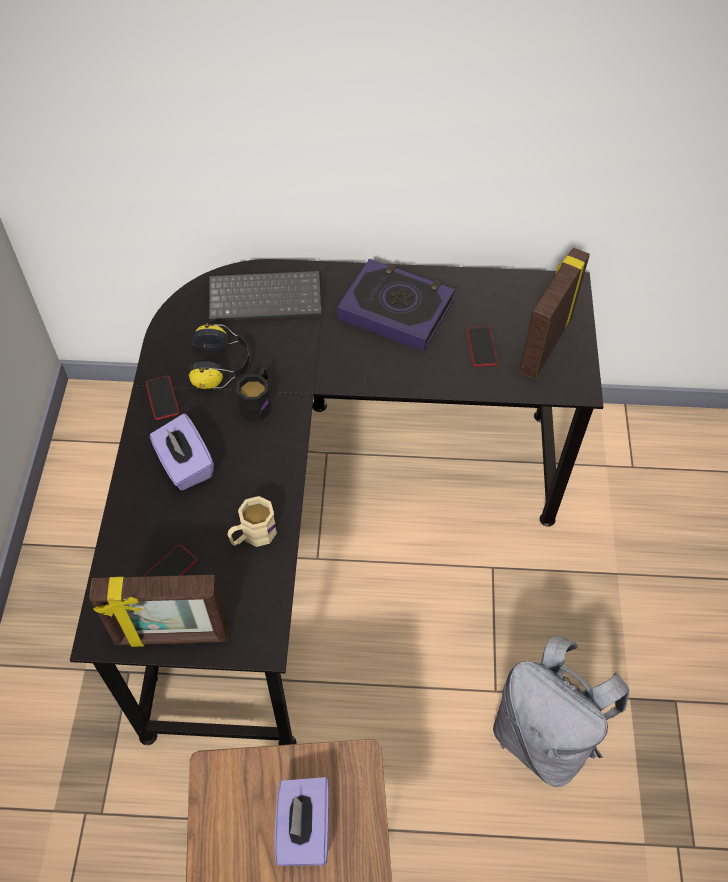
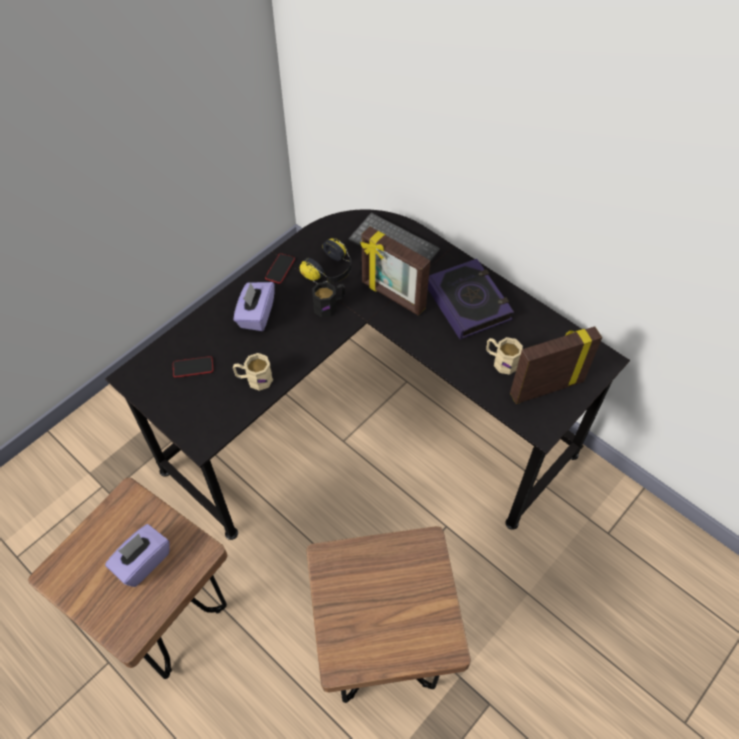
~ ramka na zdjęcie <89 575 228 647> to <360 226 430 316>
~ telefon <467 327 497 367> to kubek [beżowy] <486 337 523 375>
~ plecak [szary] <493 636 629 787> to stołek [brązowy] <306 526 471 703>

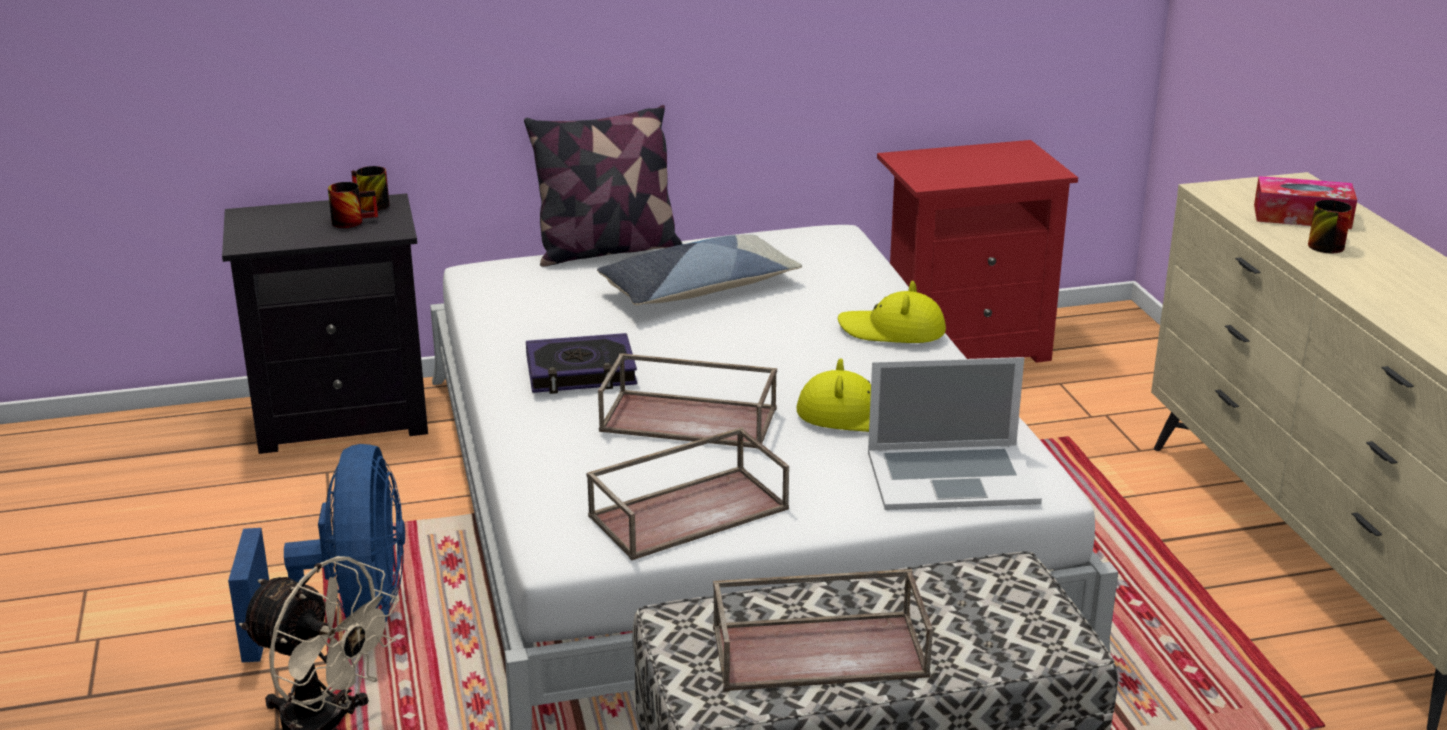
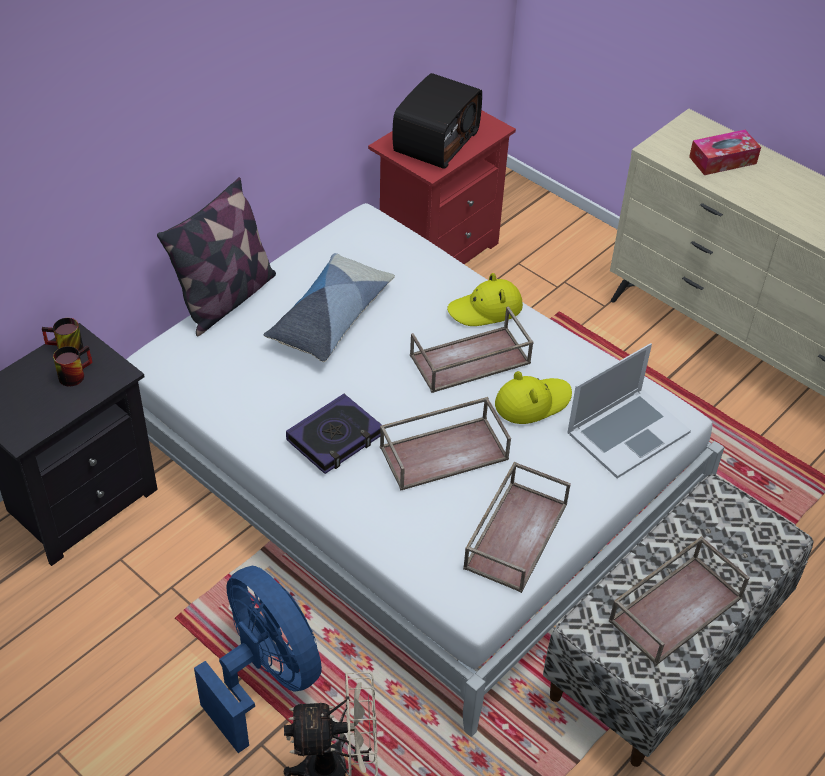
- kubek <1308 200 1352 253>
+ radio <392 73 482 169>
+ taca [brązowy] <410 306 534 393>

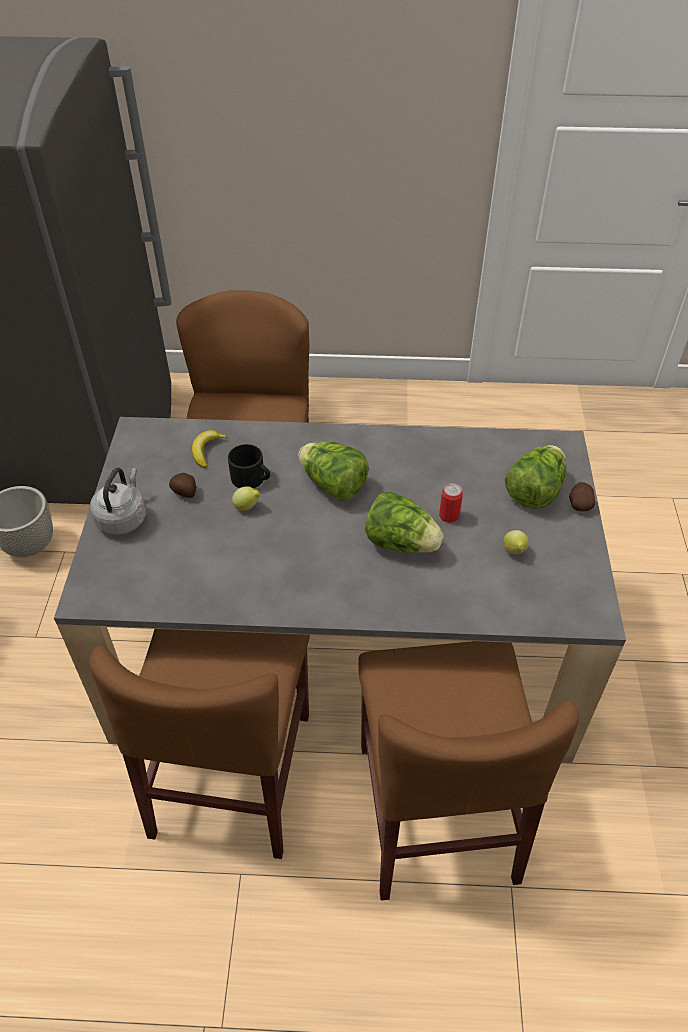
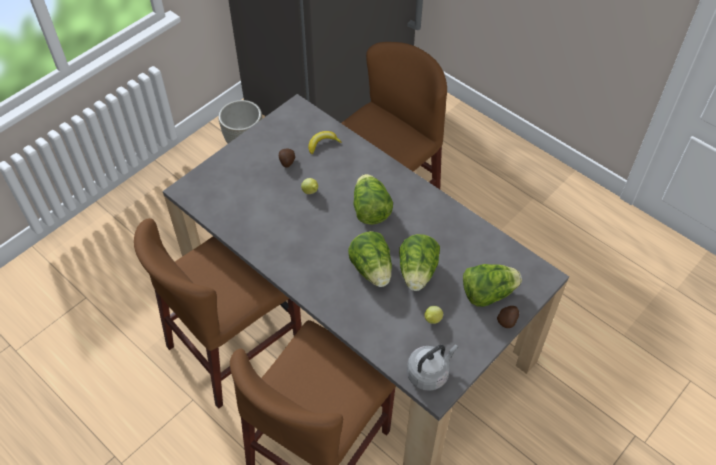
- kubek [czarny] <228 444 270 489>
~ czajnik [szary] <90 468 146 535> to <407 345 458 391>
~ puszka <439 483 463 523> to sałata <399 234 440 291>

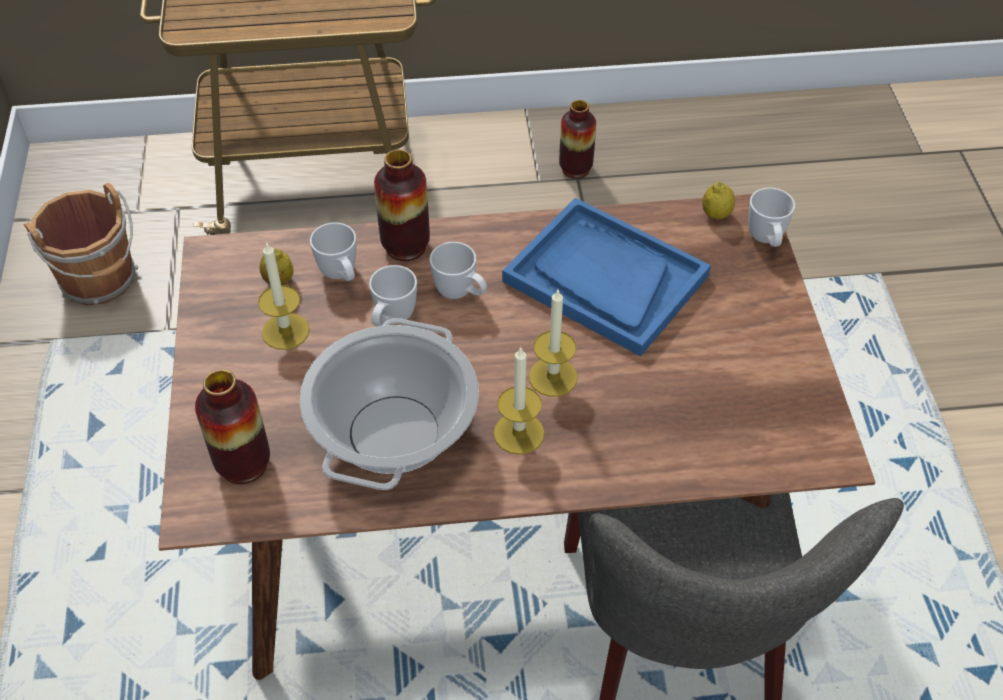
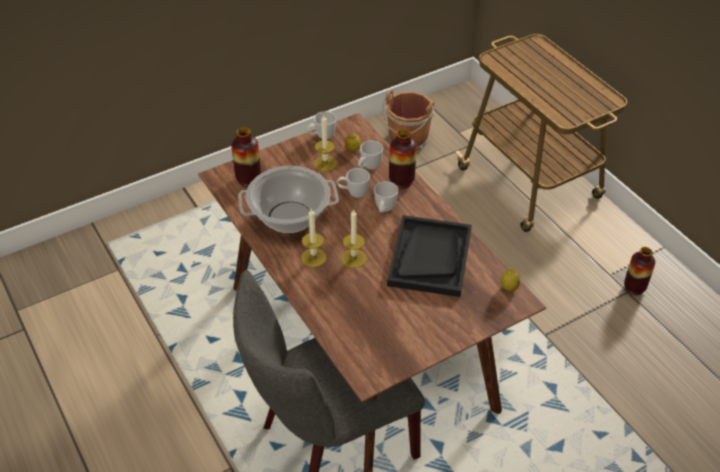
~ kubek [biały] <748 188 795 247> to <307 111 336 139>
~ taca [niebieski] <502 198 711 357> to taca [czarny] <387 215 472 297>

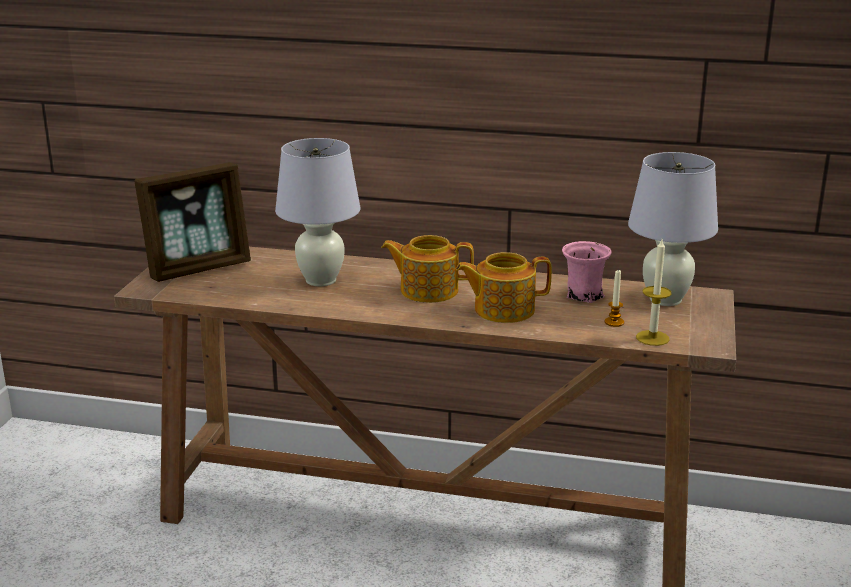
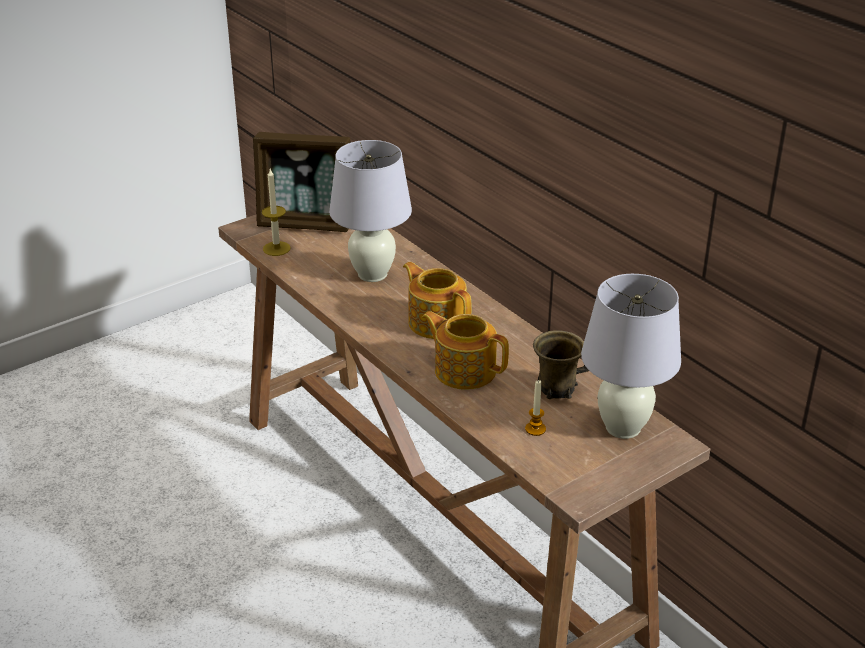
~ świeca <636 239 672 346> to <262 169 291 256>
~ kubek [różowy] <562 241 612 303> to kubek [brązowy] <533 330 589 399>

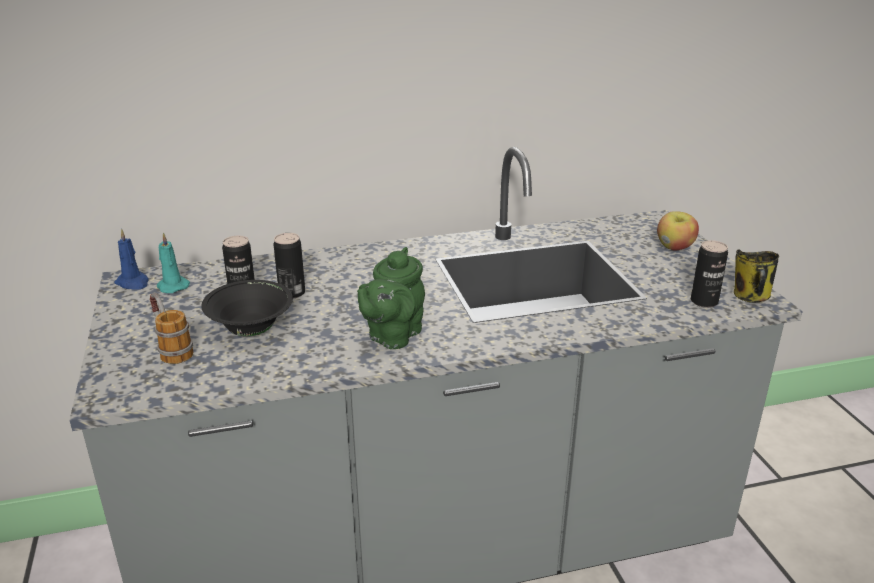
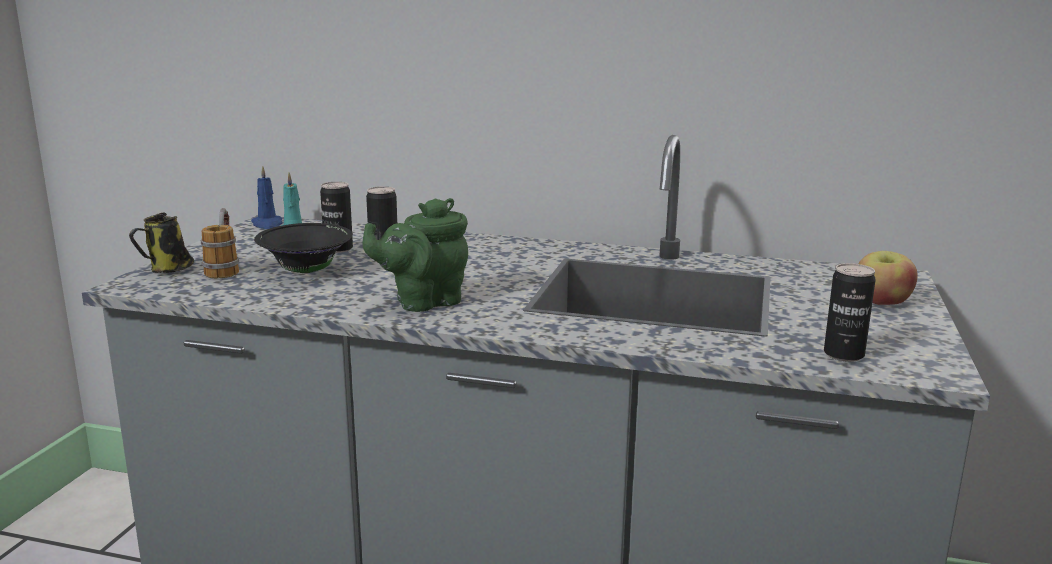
~ kubek <734 249 779 303> to <129 212 194 273>

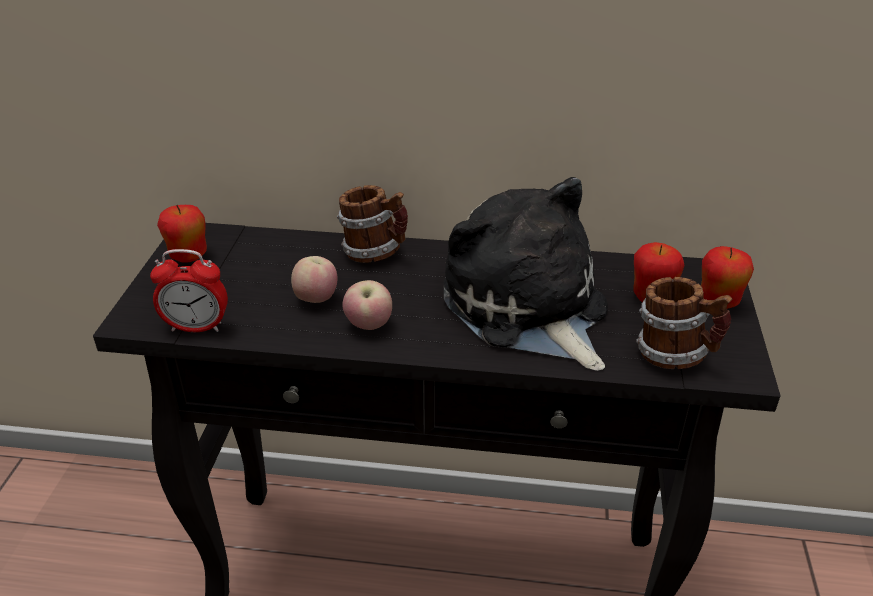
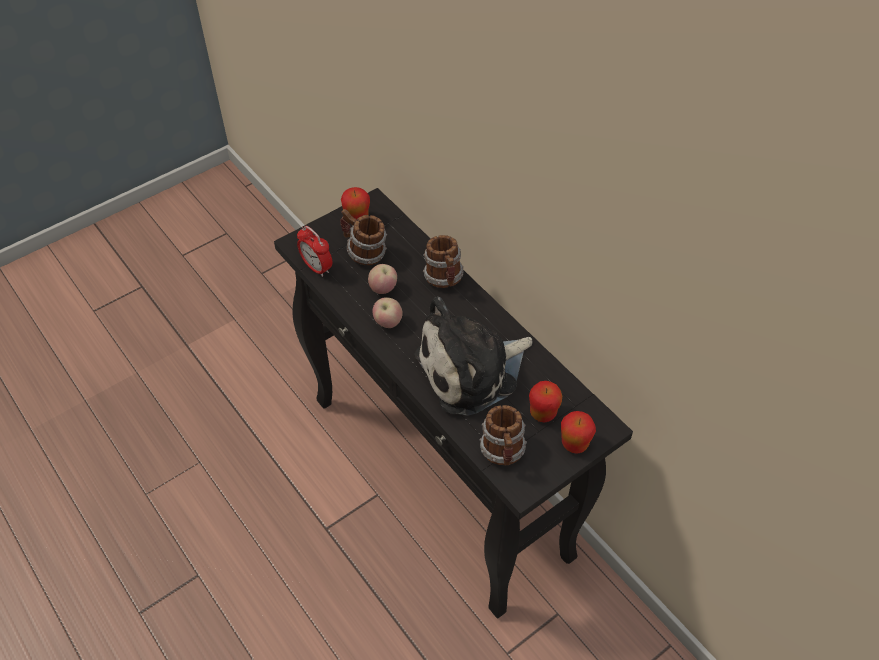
+ kubek <340 209 387 265>
~ pluszak <444 177 608 371> = <414 297 532 416> 135 degrees counterclockwise

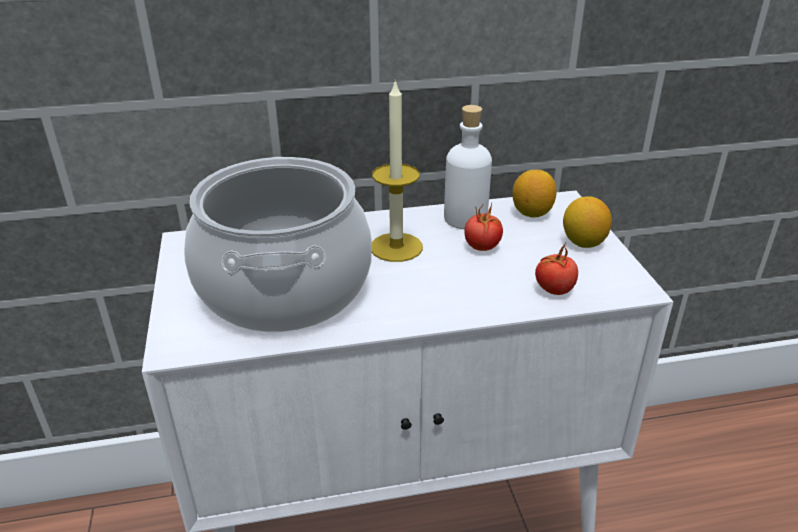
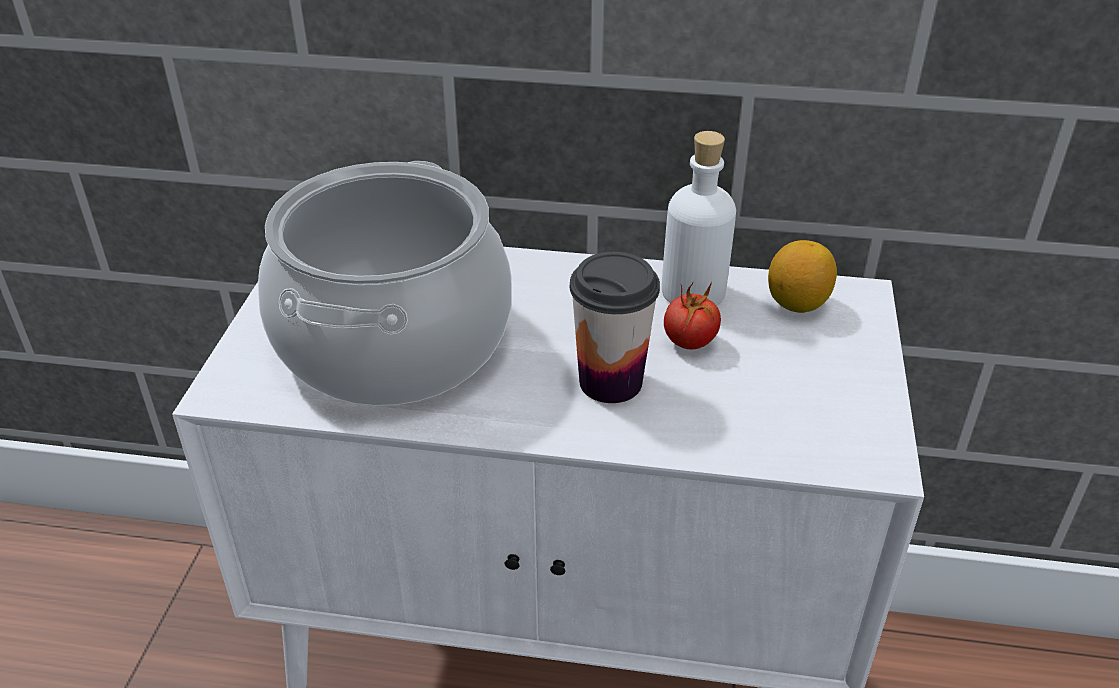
- świeca <372 80 423 262>
- pomidor <535 242 578 295>
- cytryna <563 196 612 248>
+ filiżanka <570 252 660 403>

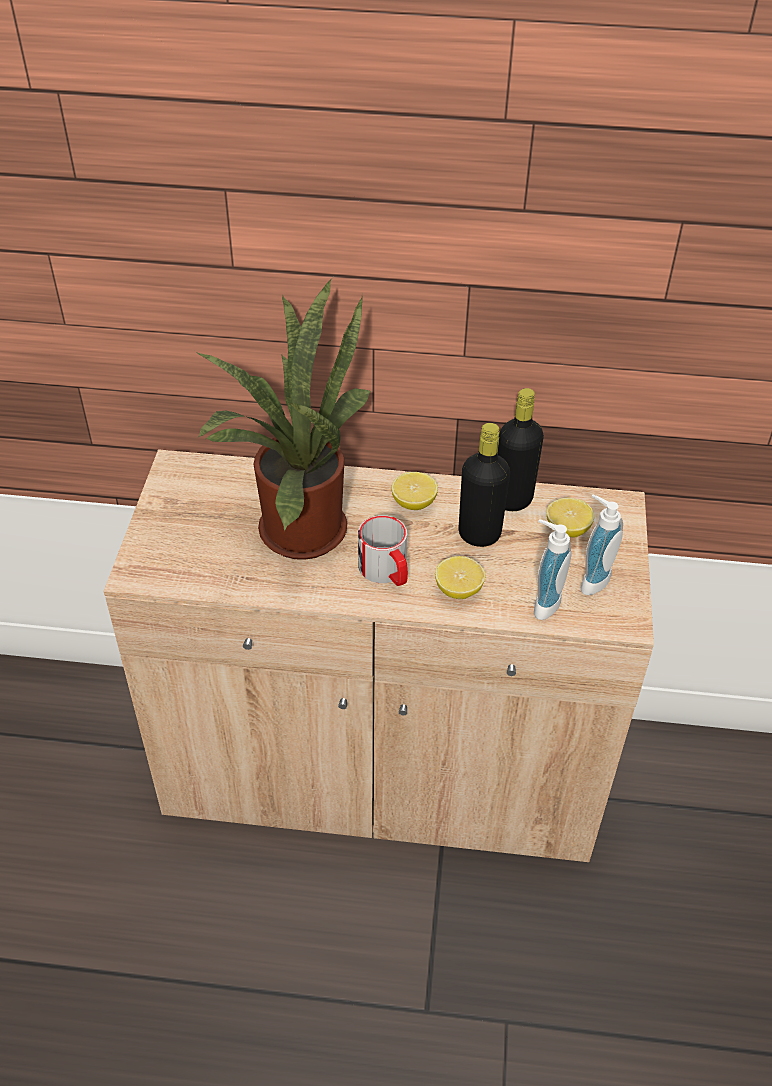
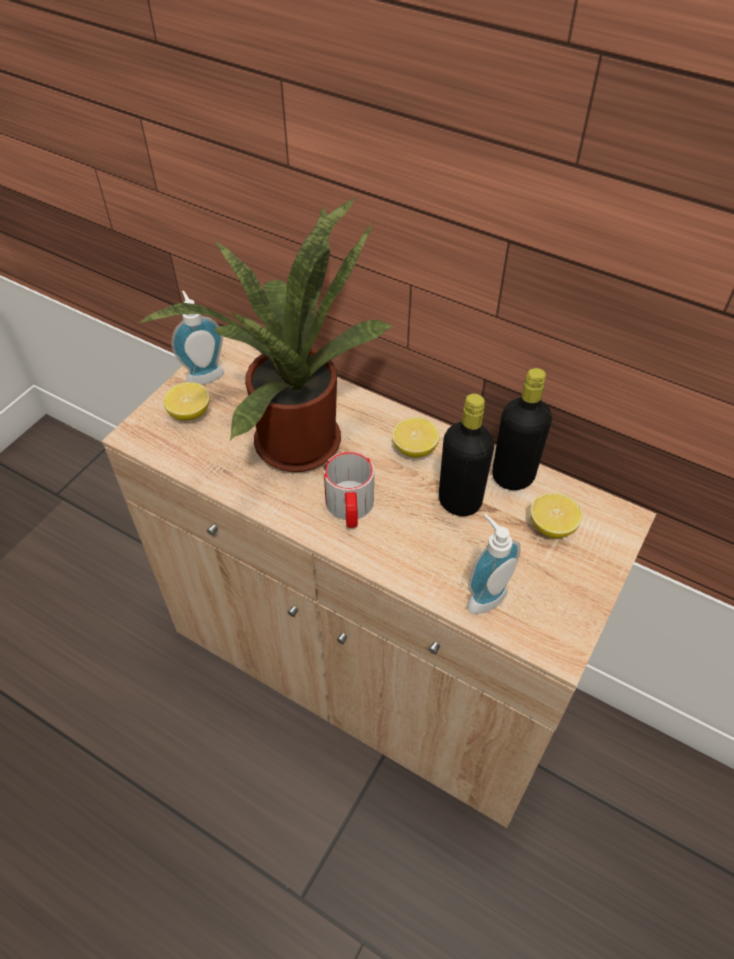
~ cytryna <435 556 485 599> to <163 382 210 421>
~ dozownik mydła <580 495 623 595> to <171 291 224 385>

